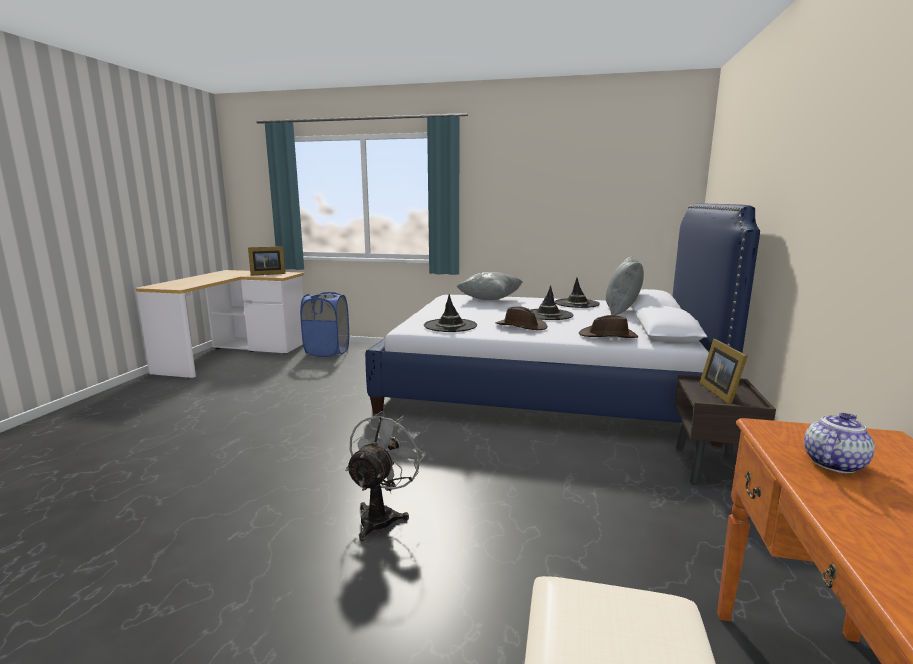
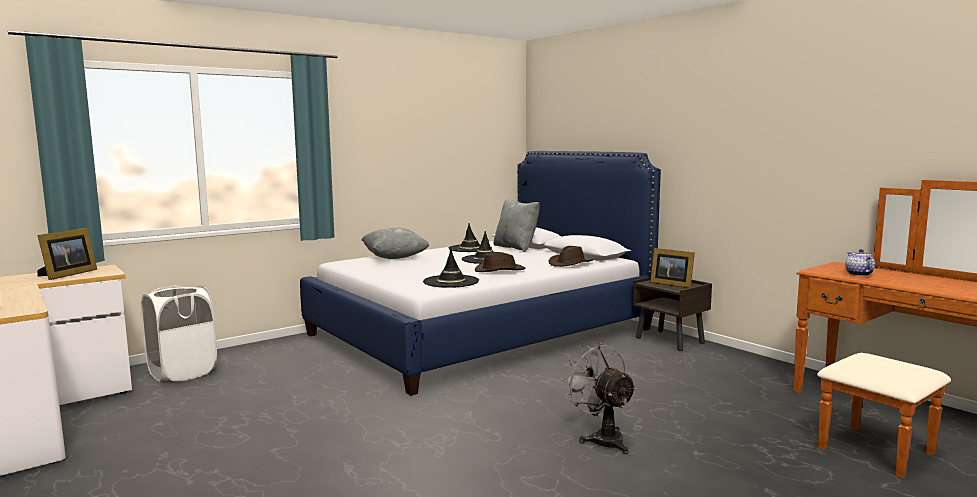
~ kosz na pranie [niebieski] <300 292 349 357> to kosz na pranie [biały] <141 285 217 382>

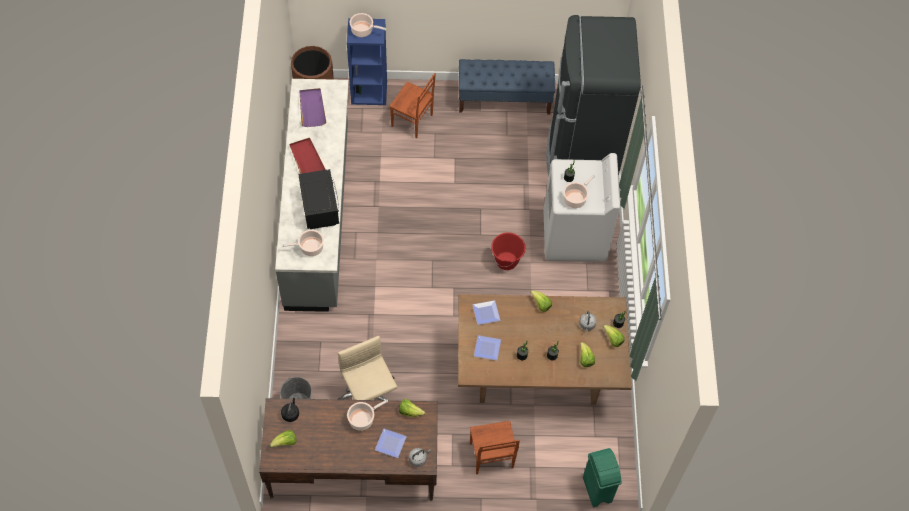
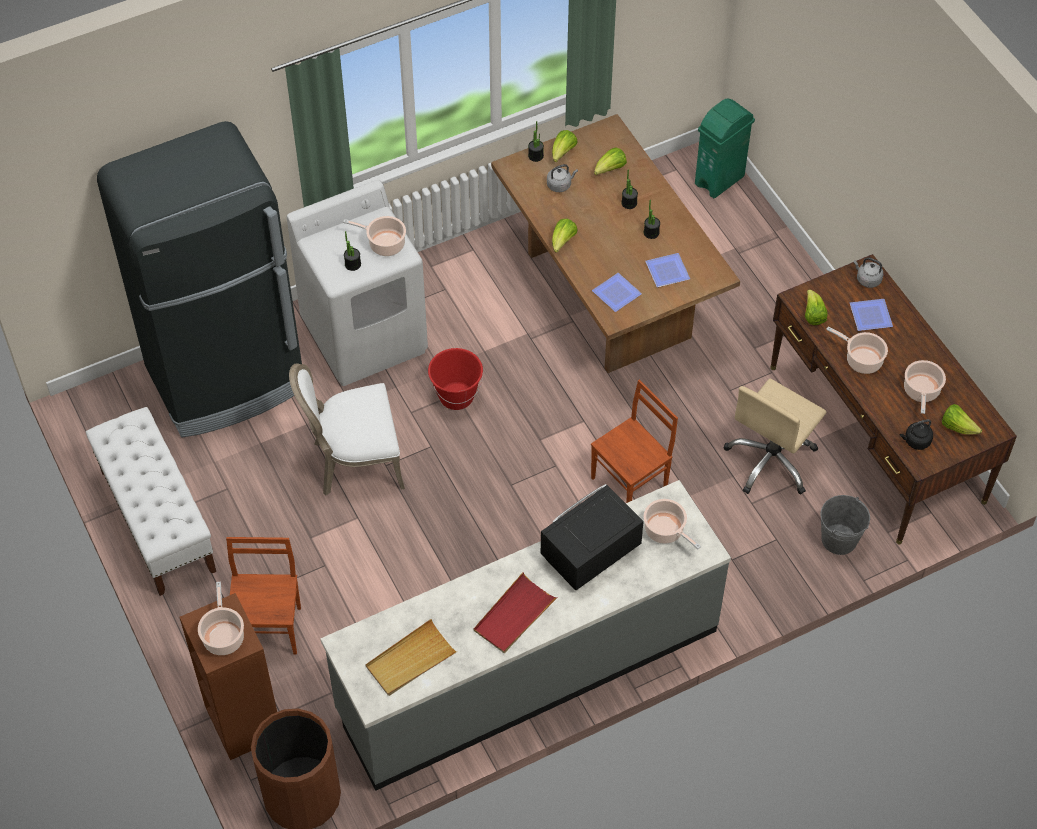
+ krzesło [biały] <289 363 405 495>
+ garnek <904 360 946 414>
~ krzesło [brązowy] <470 421 520 474> to <591 380 678 503>
~ taca [fioletowy] <299 88 326 127> to taca [beżowy] <365 619 458 696>
~ regał [niebieski] <347 18 387 105> to regał [brązowy] <180 593 277 760>
~ ławka [niebieski] <459 59 555 115> to ławka [biały] <86 407 216 596>

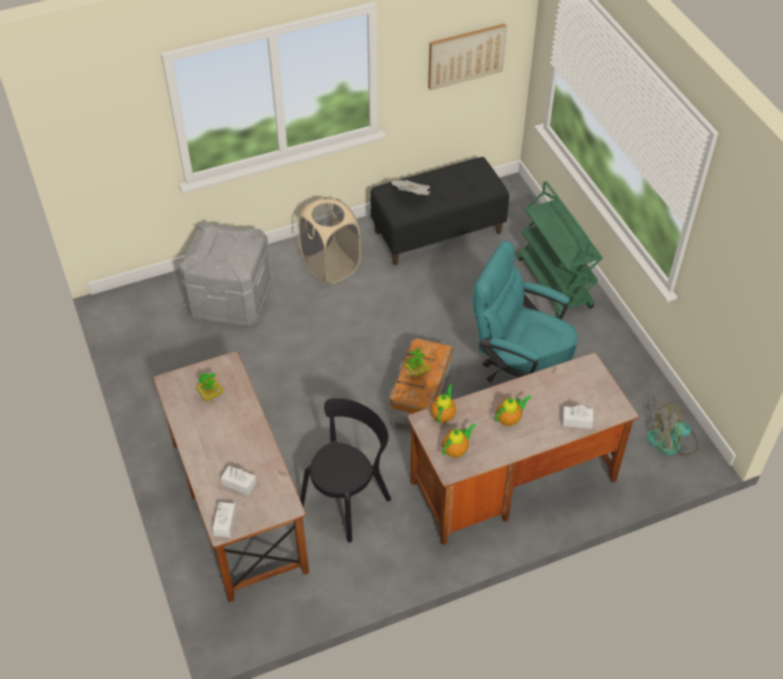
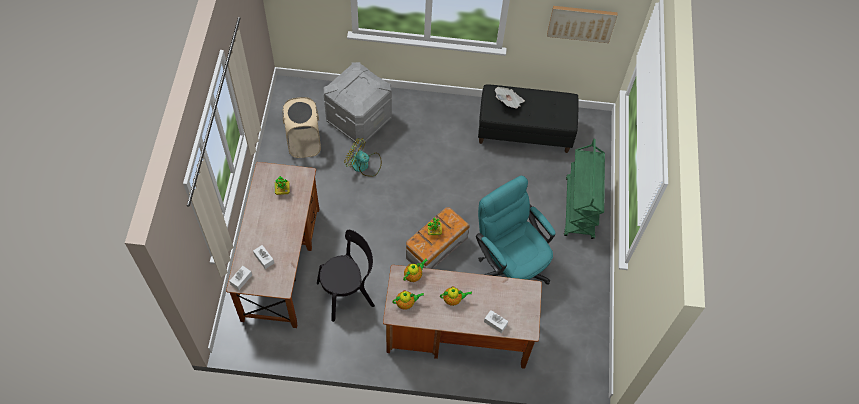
~ kosz na pranie [beżowy] <298 197 361 283> to <283 97 321 158>
~ wentylator <647 403 698 455> to <344 138 382 177>

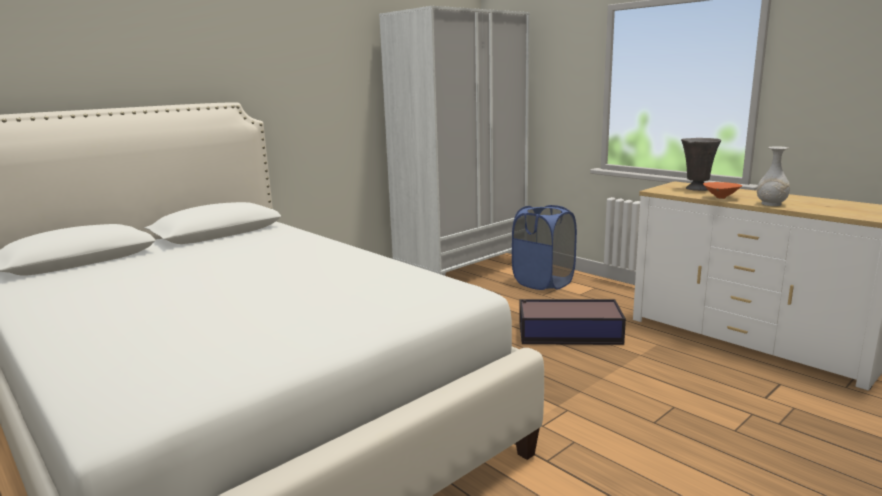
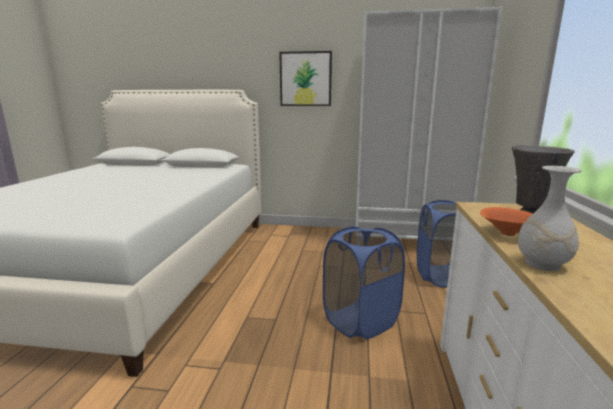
+ obraz <279 51 332 106>
~ pojemnik do przechowywania <519 299 626 345> to kosz na pranie [niebieski] <323 226 405 339>

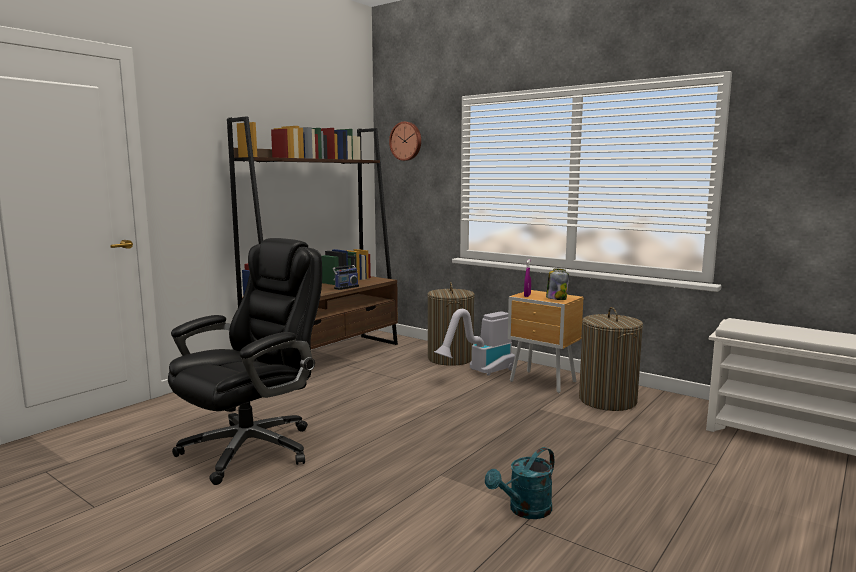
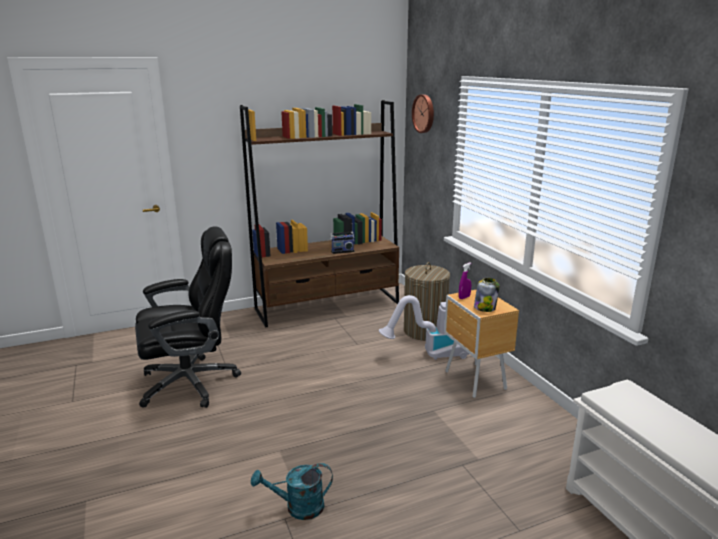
- kosz na pranie <579 307 643 411>

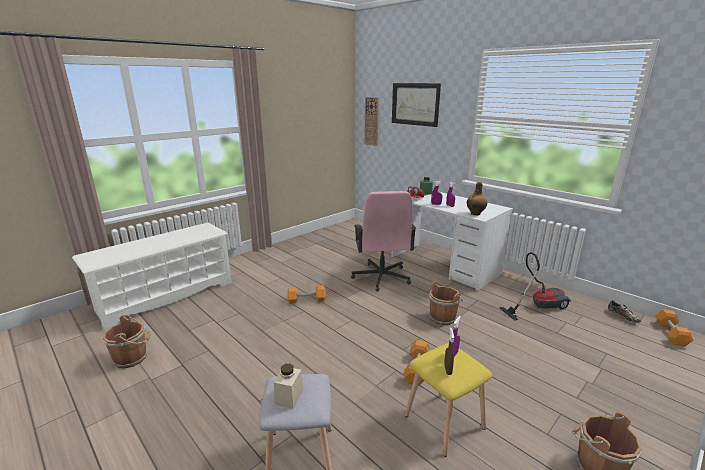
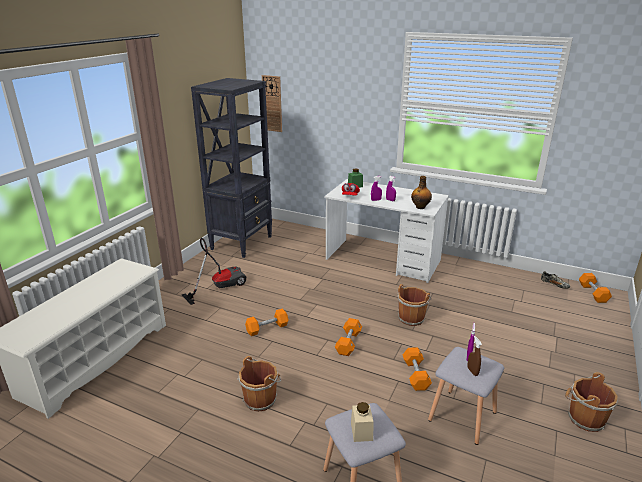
- krzesło biurowe [różowy] <351 191 416 292>
- obraz <392 83 441 127>
+ regał [czarny] <191 78 272 258>
+ hantel [pomarańczowy] <335 318 362 356>
~ wiadro [brązowy] <103 315 150 369> to <238 356 281 412>
~ odkurzacz <500 252 570 320> to <182 238 246 305>
~ stołek [żółty] <405 343 492 457> to stołek [szary] <428 347 504 445>

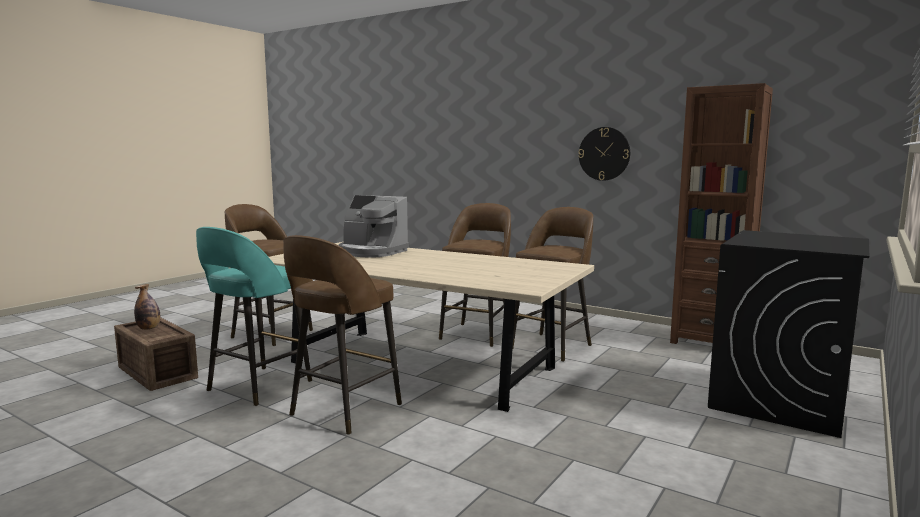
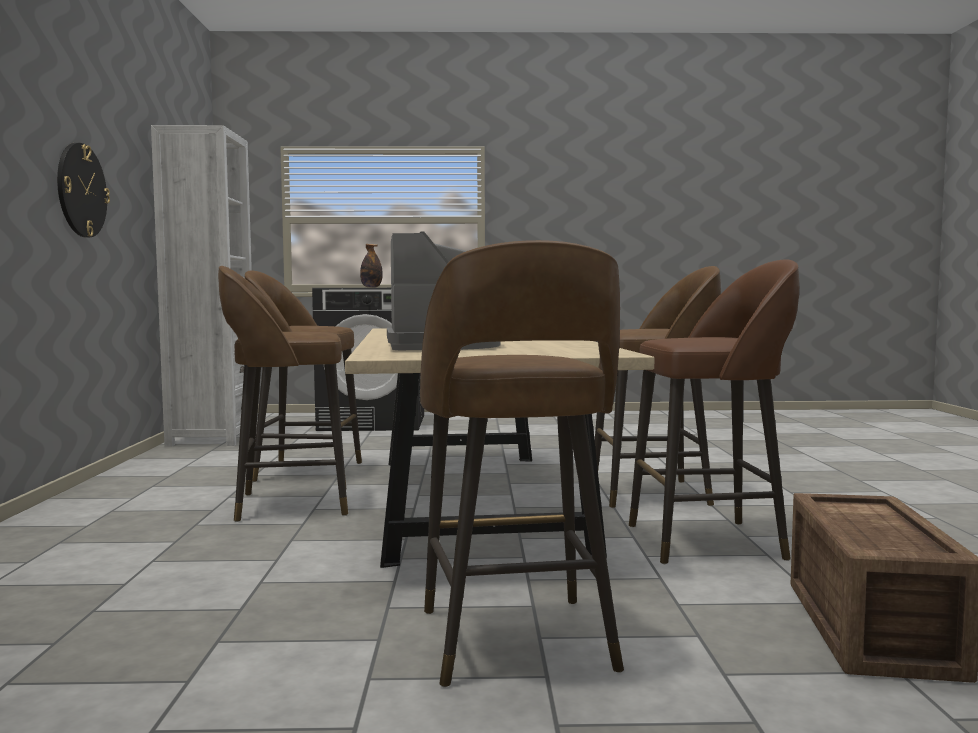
~ butelka <134 284 160 330> to <360 244 383 288>
~ stołek [turkusowy] <196 227 312 406> to stołek [brązowy] <629 259 799 564>
~ regał [brązowy] <670 83 773 344> to regał [biały] <151 125 257 447>

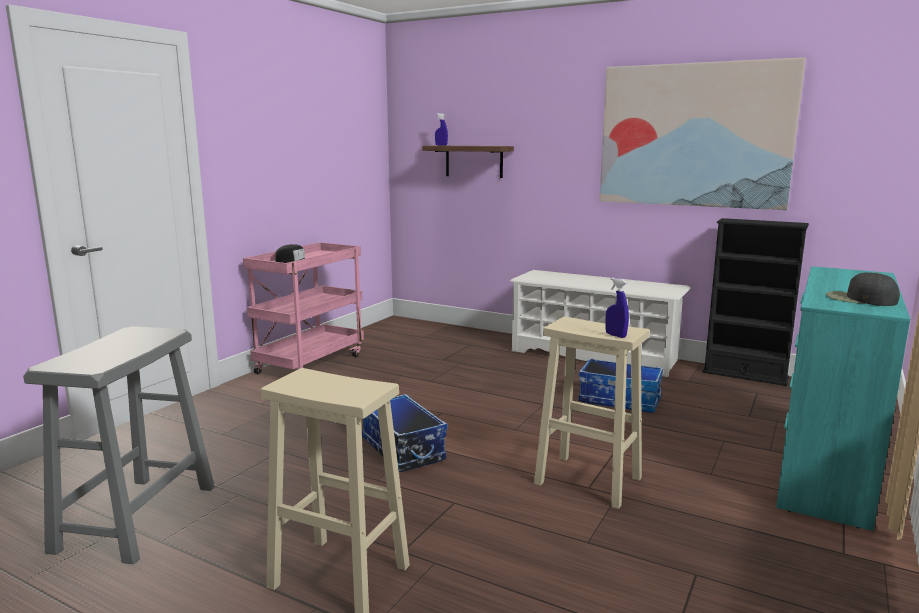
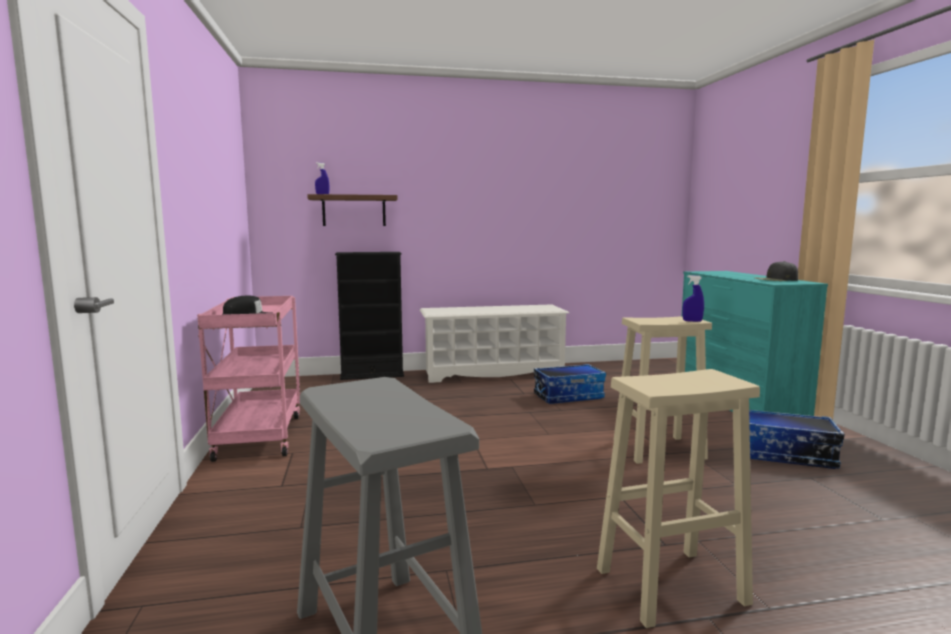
- obraz <600 57 806 210>
~ pojemnik do przechowywania <362 394 447 472> to <749 410 845 469>
~ regał [czarny] <703 218 809 386> to <335 252 404 380>

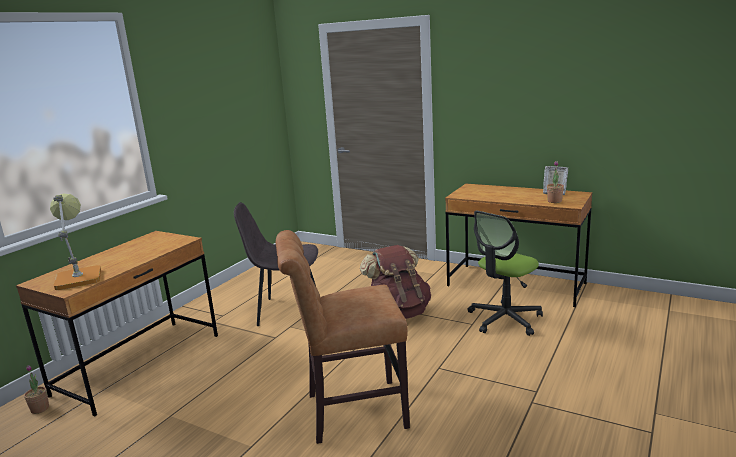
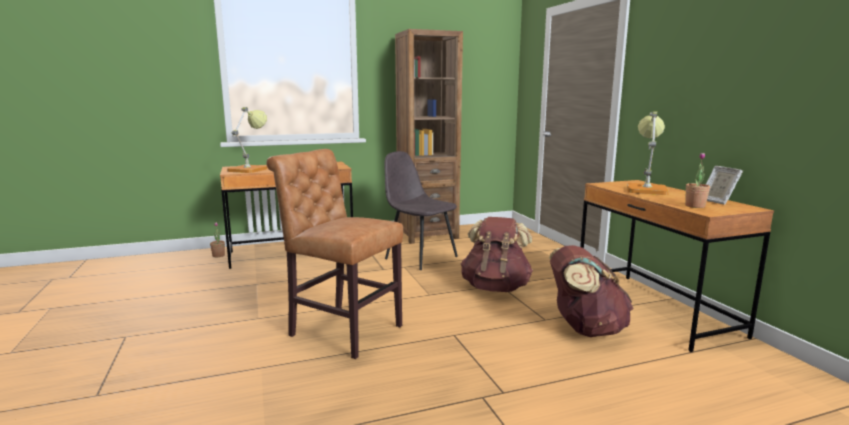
+ regał [brązowy] <395 29 463 244>
+ lampa stołowa <627 111 669 195>
~ krzesło biurowe <467 210 543 336> to plecak [brązowy] <549 245 634 337>

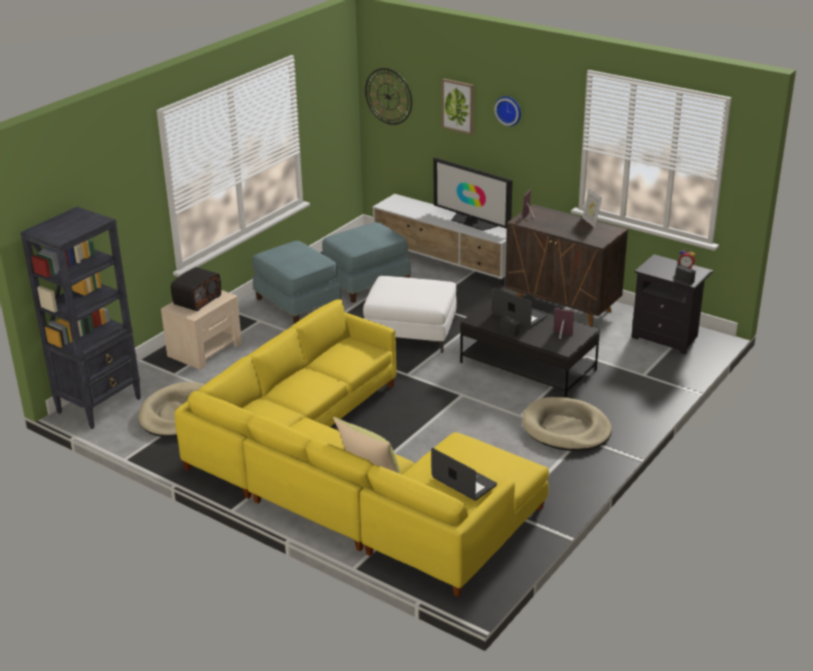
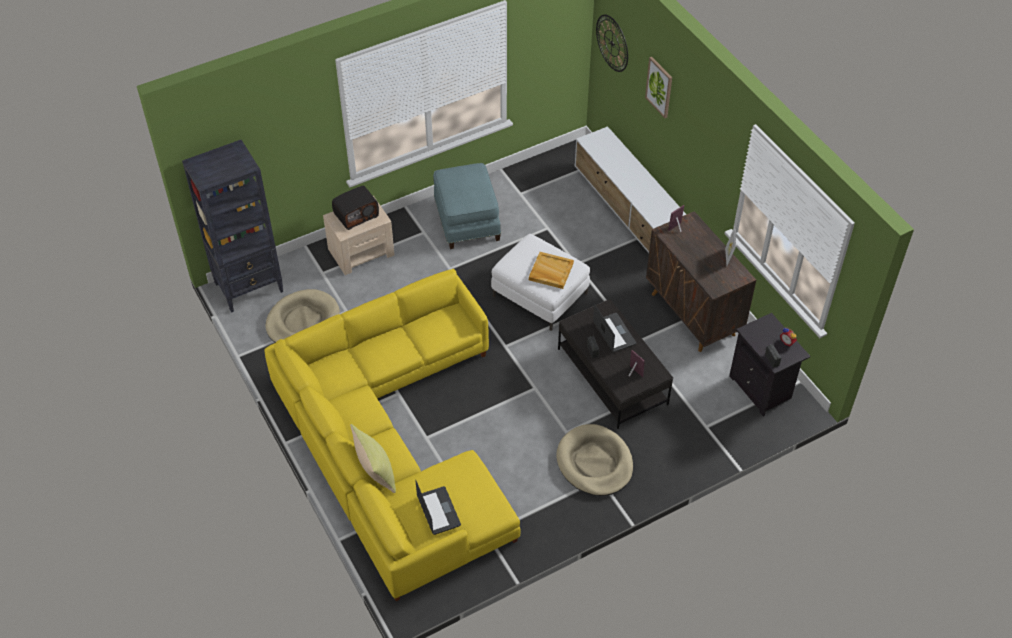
- pufa [niebieski] <322 222 411 303>
- telewizor <434 157 512 231>
- zegar ścienny <494 96 521 126>
+ taca [beżowy] <529 252 574 289>

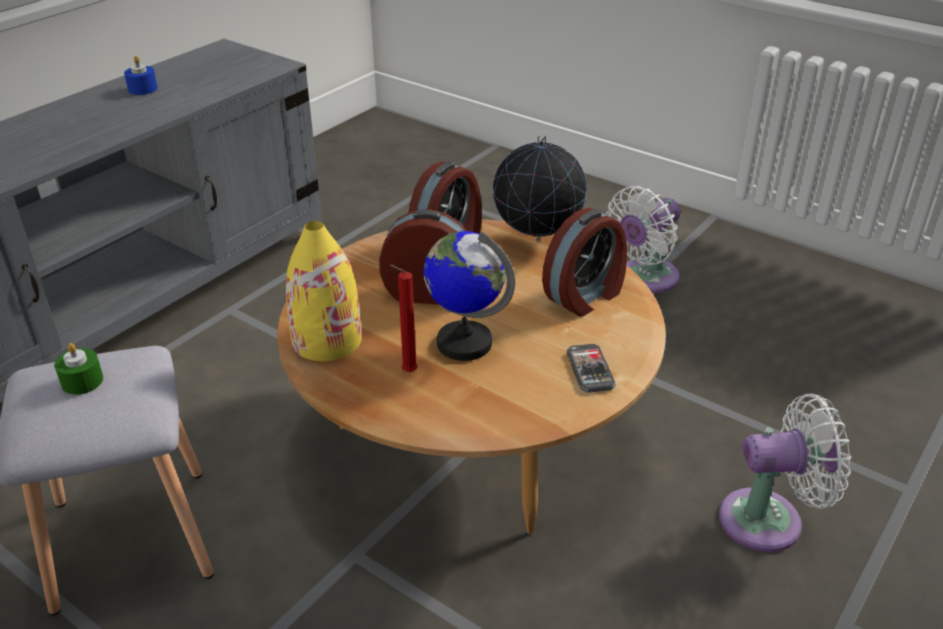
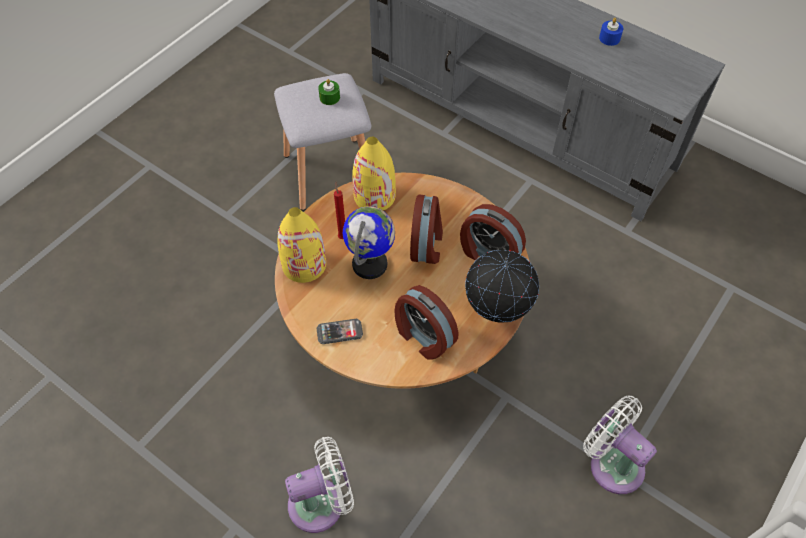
+ wazon [żółty] <277 207 326 283>
~ wentylator [biały] <719 394 851 552> = <285 437 354 533> 105 degrees counterclockwise

